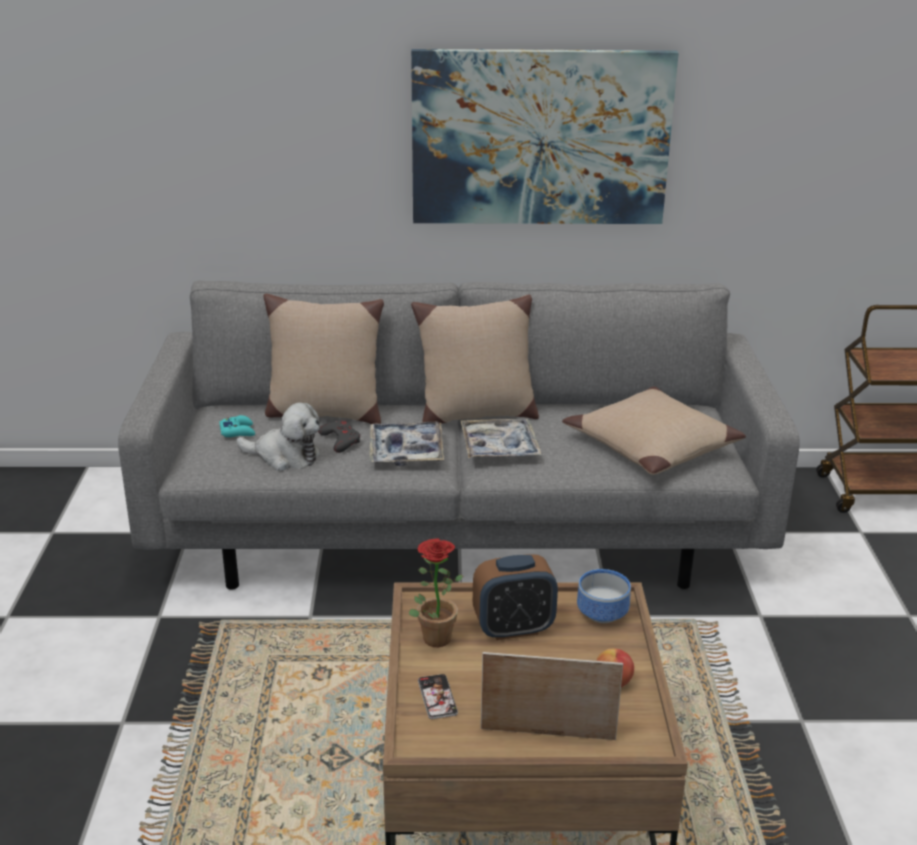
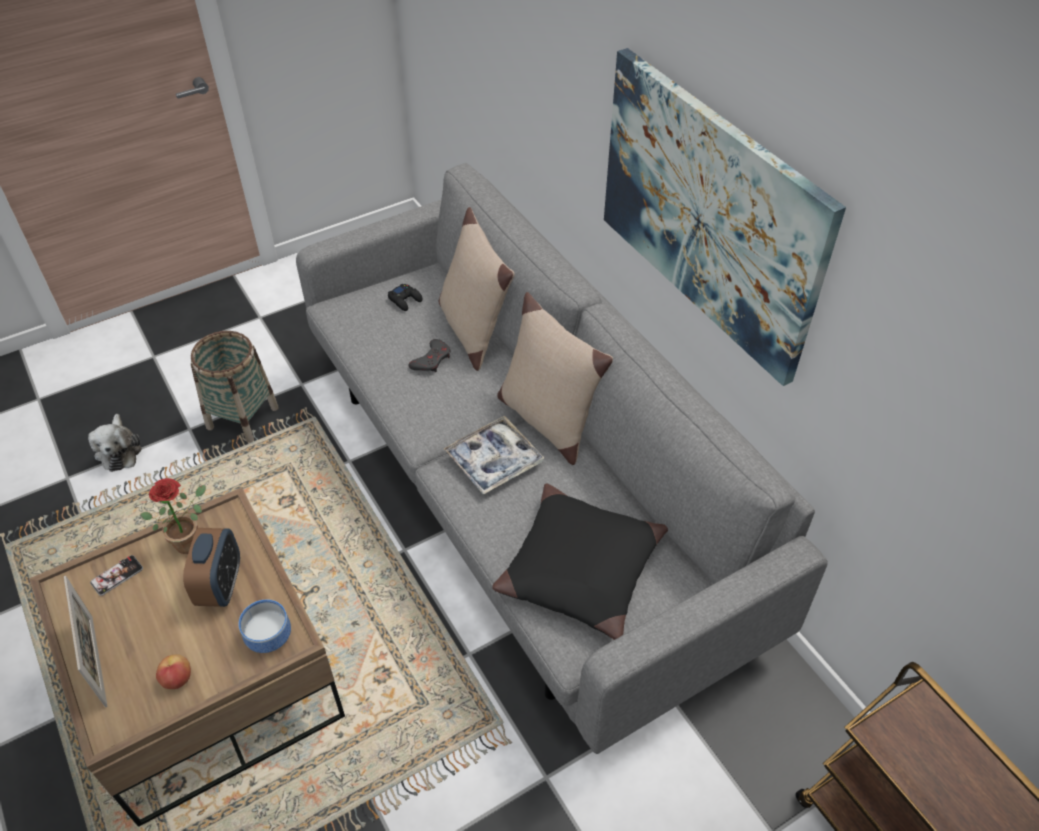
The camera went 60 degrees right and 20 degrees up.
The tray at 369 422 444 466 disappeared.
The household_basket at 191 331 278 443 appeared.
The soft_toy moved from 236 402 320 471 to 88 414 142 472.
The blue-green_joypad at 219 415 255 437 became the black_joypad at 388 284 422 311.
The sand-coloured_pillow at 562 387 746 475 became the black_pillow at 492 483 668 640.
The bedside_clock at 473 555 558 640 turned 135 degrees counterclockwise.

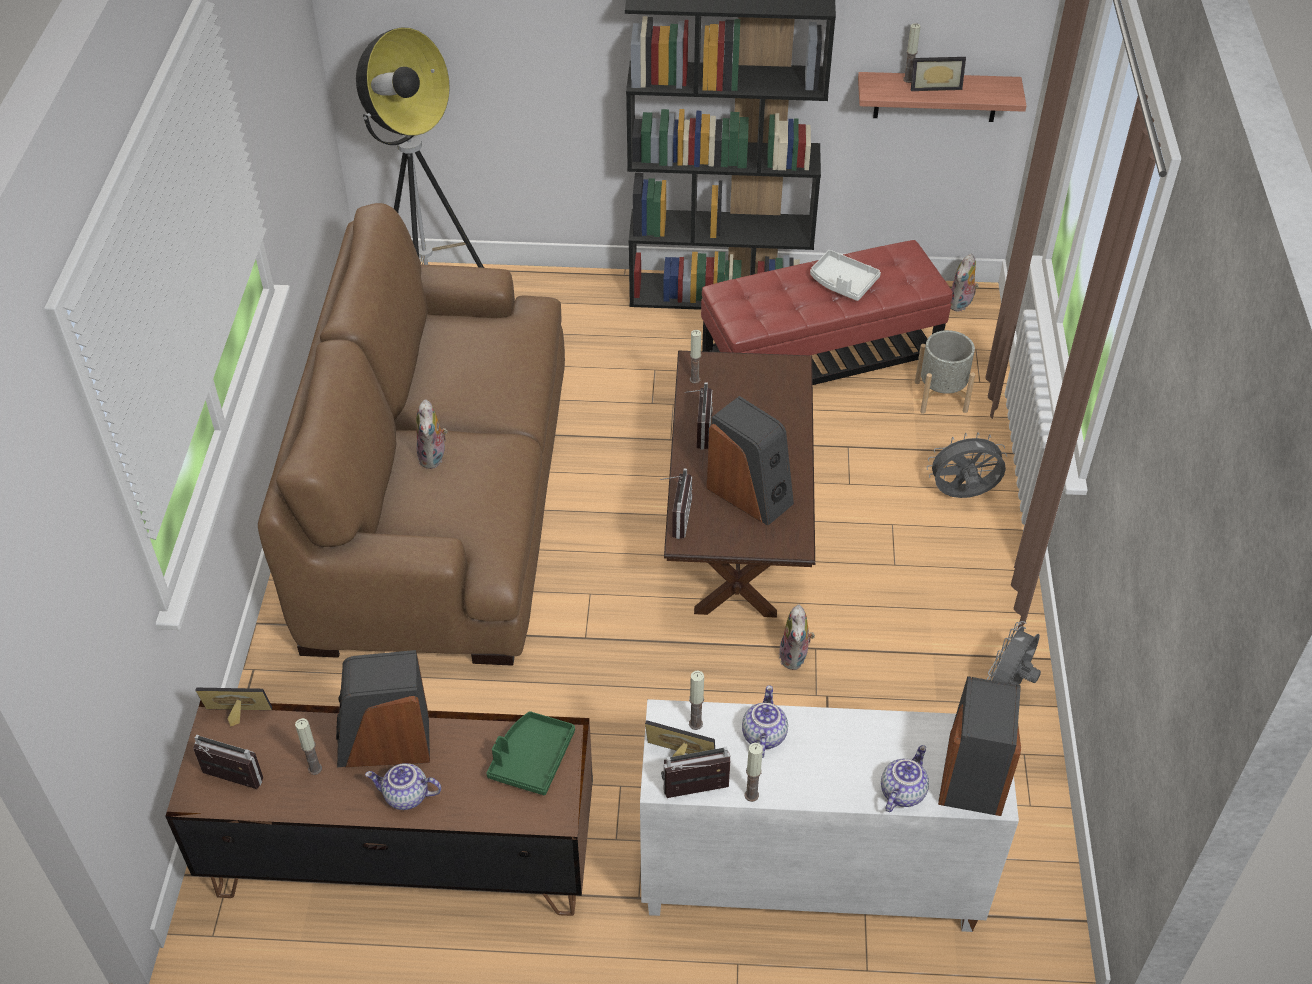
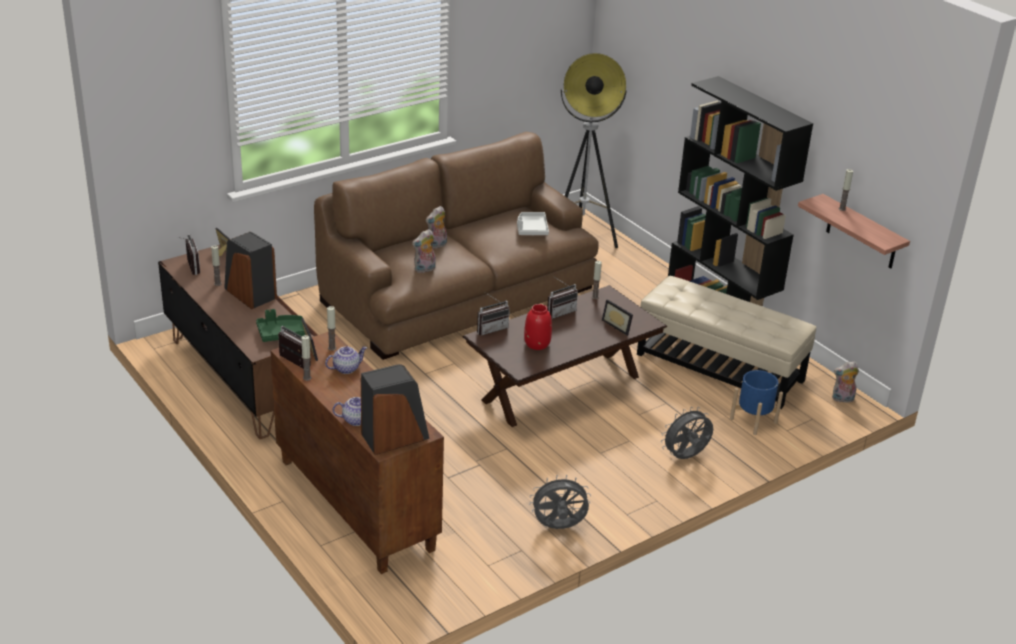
The camera went 50 degrees right and 15 degrees down.
The tea_pot at 365 763 441 810 disappeared.
The soft_toy moved from 779 605 815 670 to 412 229 436 273.
The white-coloured_tray moved from 810 250 881 301 to 517 212 549 235.
The photo_frame moved from 911 57 966 91 to 602 299 633 336.
The audio_speaker at 706 396 794 526 was replaced by the red-coloured_flower_vase at 524 304 552 350.
The white-coloured_cabinet at 640 699 1019 932 became the brown_cabinet at 270 332 444 574.
The red-coloured_pouffe at 701 240 953 385 became the sand-coloured_pouffe at 637 276 817 409.
The greyish_flower_pot at 915 330 975 414 became the blue-coloured_flower_pot at 730 370 783 435.
The greyish_fan at 926 432 1007 498 turned 75 degrees counterclockwise.

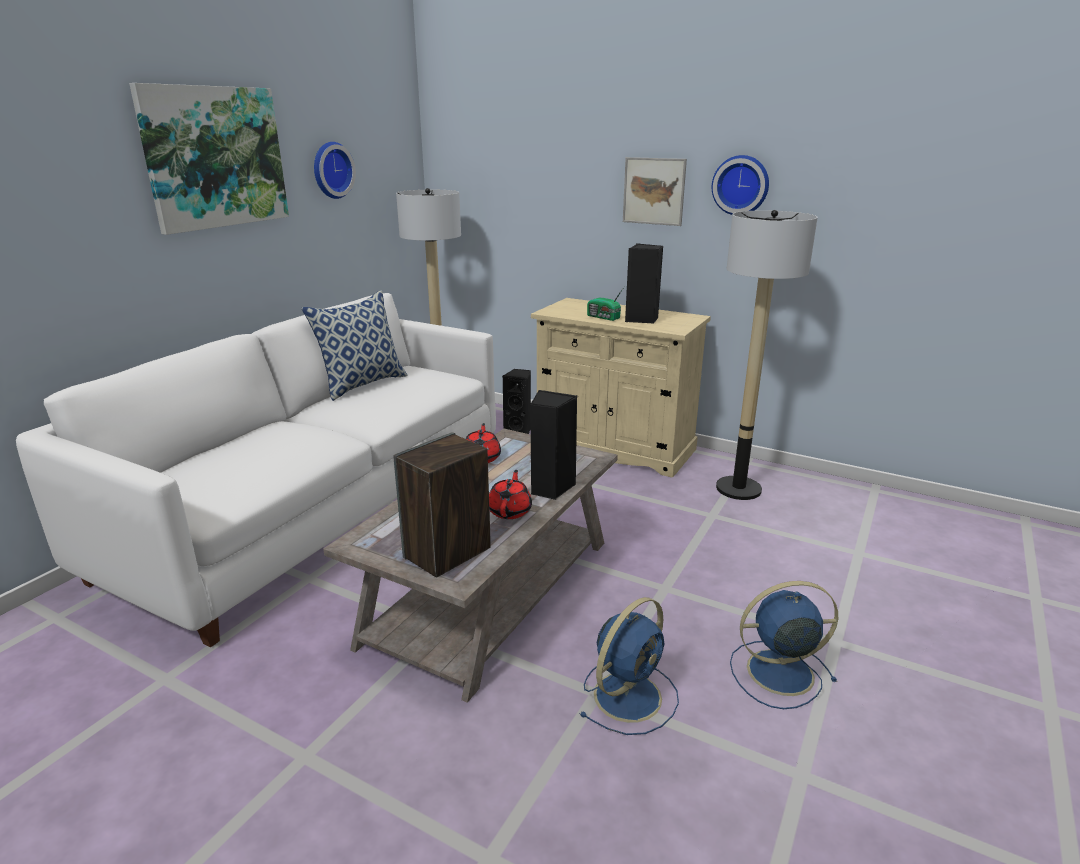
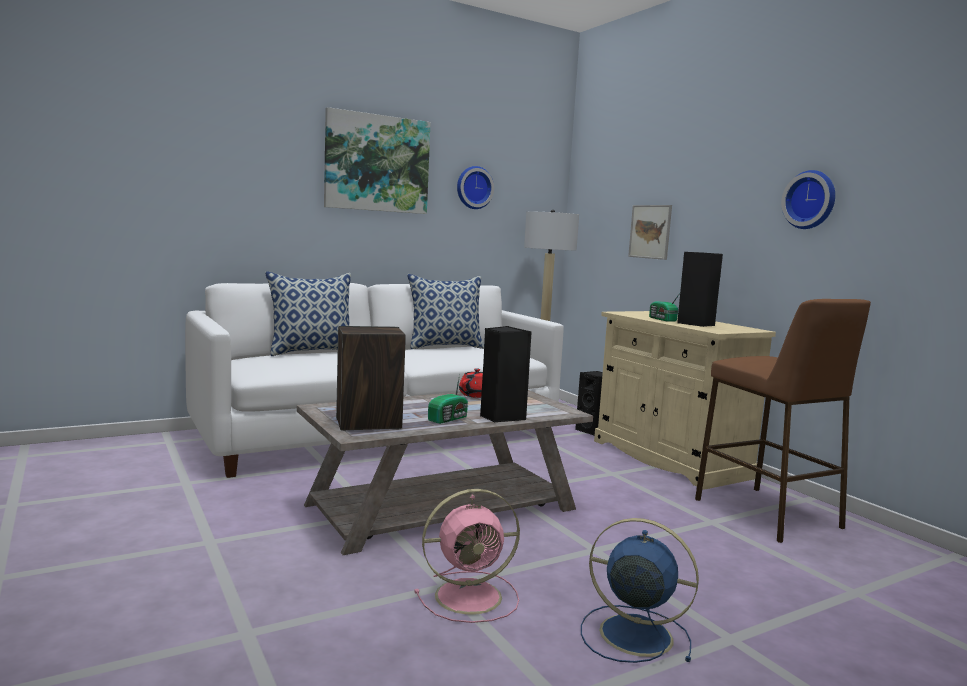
The camera went 30 degrees right and 15 degrees down.
The pillow at 265 271 351 356 appeared.
The picture moved from 623 157 687 226 to 628 205 672 260.
The red-coloured_tea_pot at 489 470 532 519 was replaced by the radio_receiver at 428 373 468 424.
The standing_lamp at 716 210 818 500 was replaced by the brown_stool_seat at 695 299 871 543.
The blue-coloured_fan at 579 597 679 735 became the pinkish_fan at 414 489 520 623.

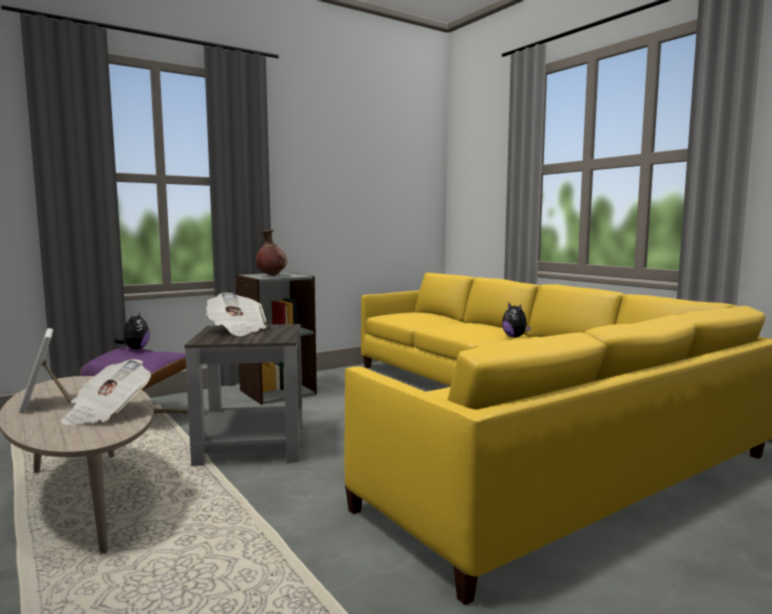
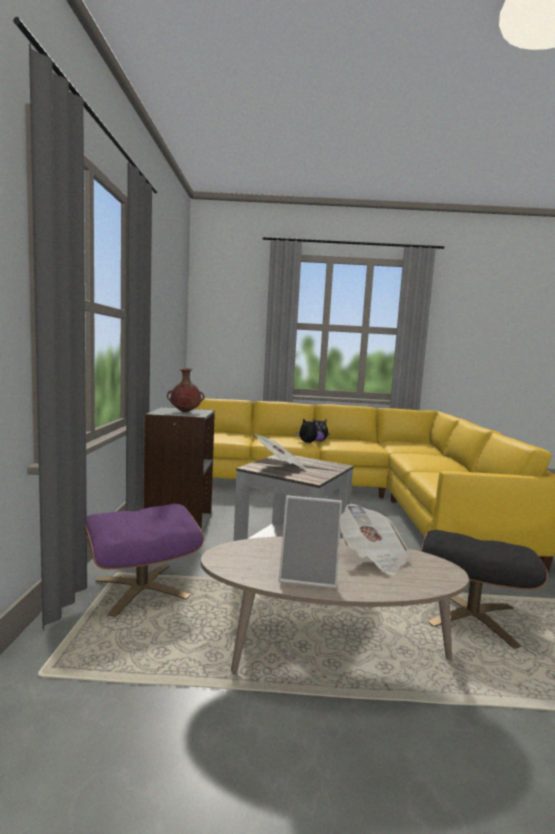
The camera went 55 degrees left and 0 degrees up.
The black_pouffe at 421 530 548 649 appeared.
The soft_toy moved from 114 313 150 349 to 296 418 318 443.

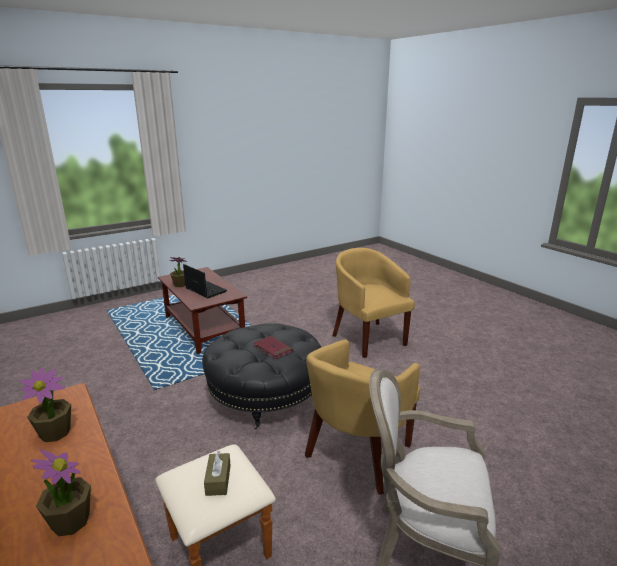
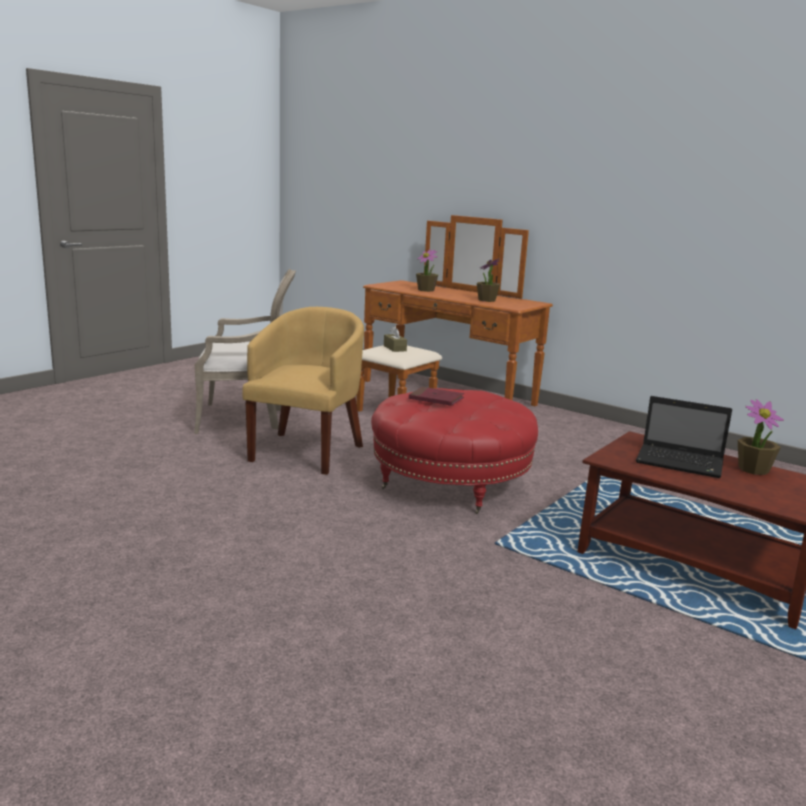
The camera went 160 degrees right and 5 degrees down.
The yellowish_lounge_chair at 333 248 415 358 disappeared.
The black_pouffe at 202 323 321 430 became the red-coloured_pouffe at 371 388 538 514.

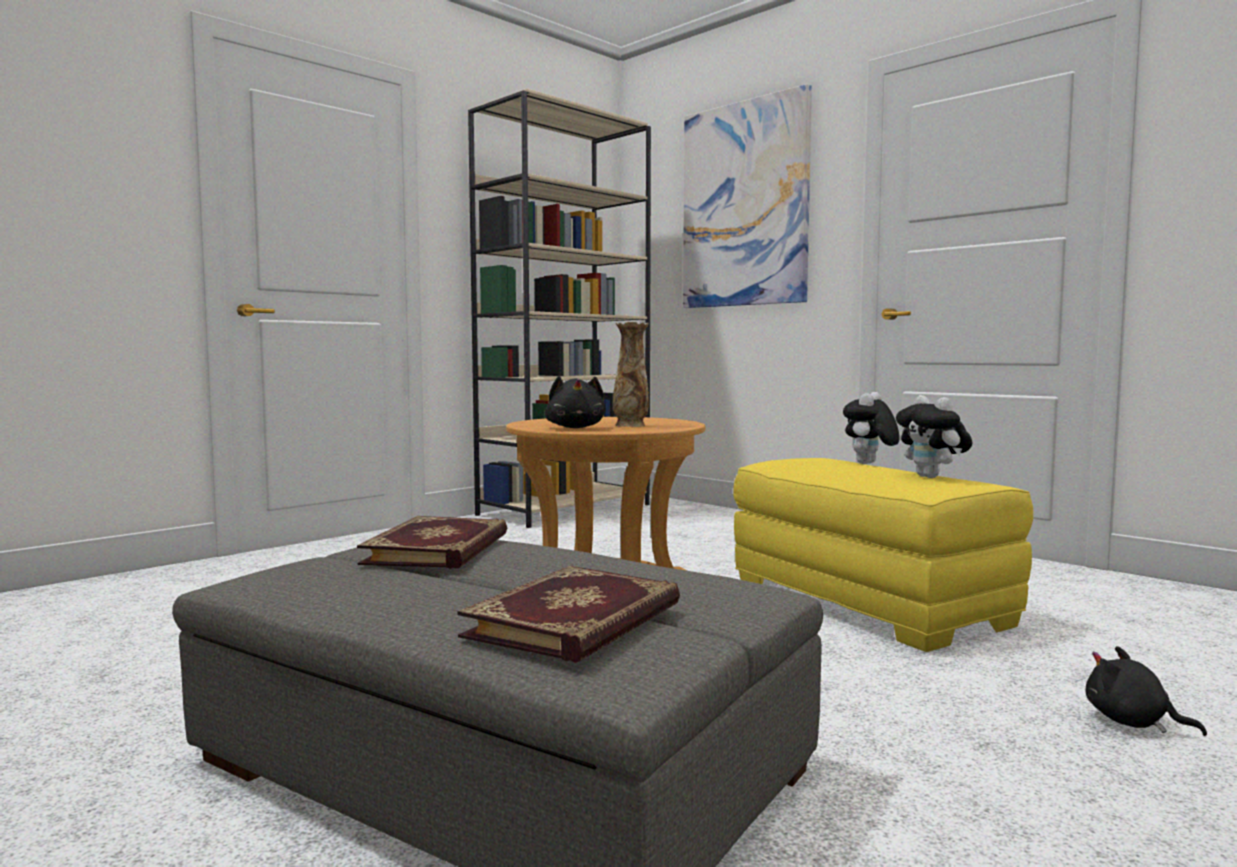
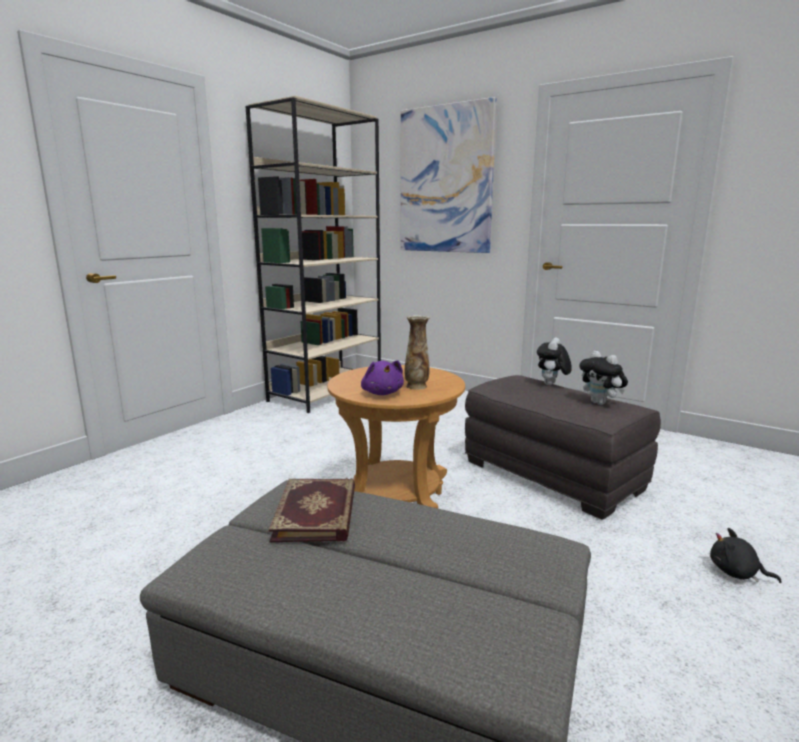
The camera went 10 degrees left and 10 degrees up.
The volume at 457 566 680 663 disappeared.
The black_soft_toy at 545 376 606 428 became the purplish_soft_toy at 361 360 404 395.
The yellowish_pouffe at 733 458 1033 652 became the greyish_pouffe at 465 375 661 520.

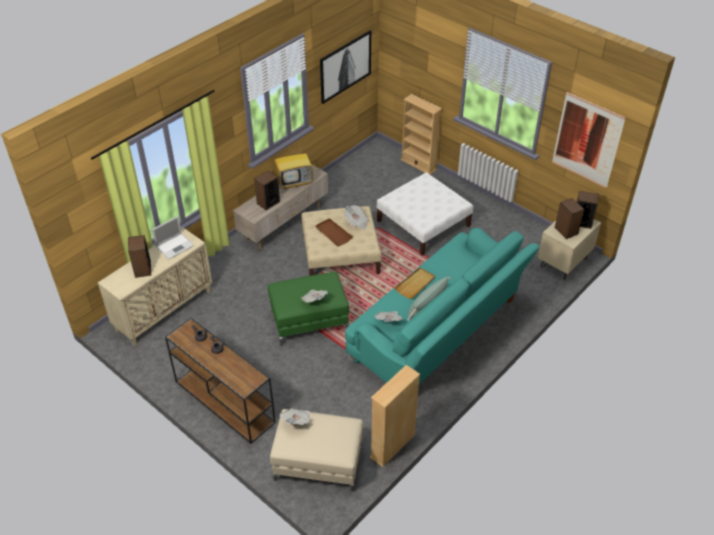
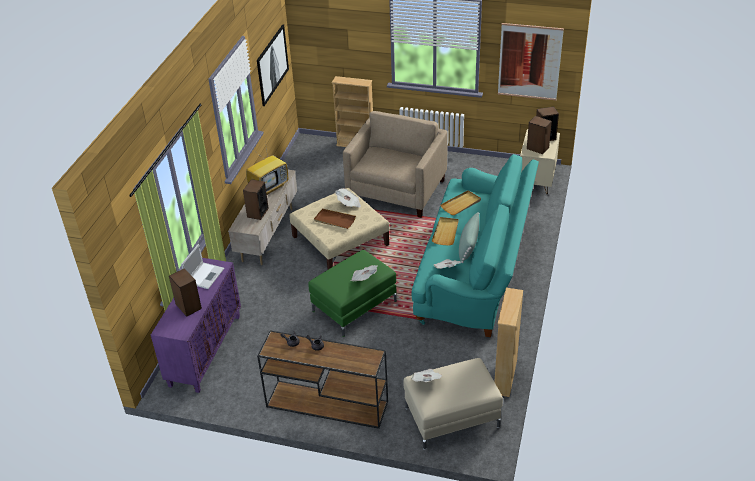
The camera went 25 degrees left and 5 degrees down.
The sand-coloured_tray at 440 190 481 215 appeared.
The white-coloured_pouffe at 377 172 473 256 was replaced by the sand-coloured_lounge_chair at 343 111 448 218.
The sand-coloured_cabinet at 98 227 212 346 became the purplish_cabinet at 151 258 241 393.

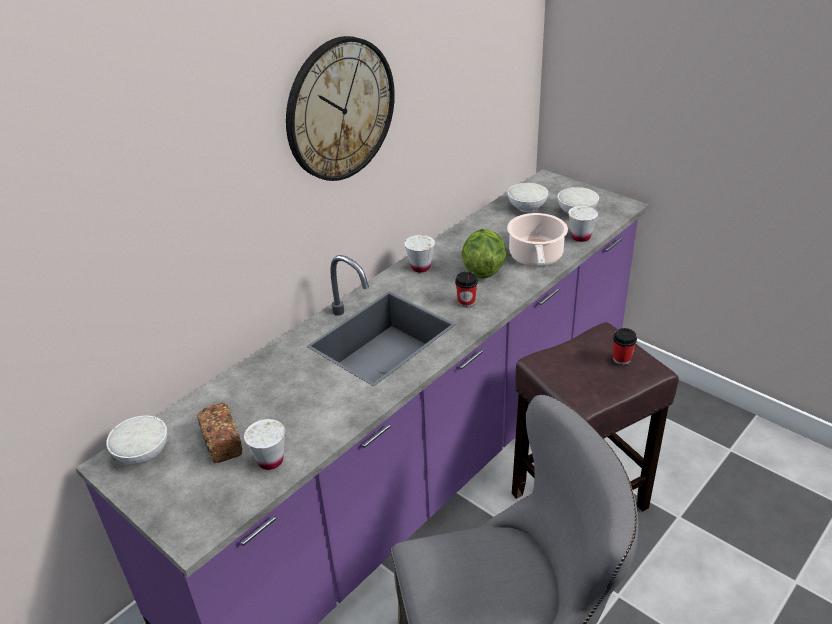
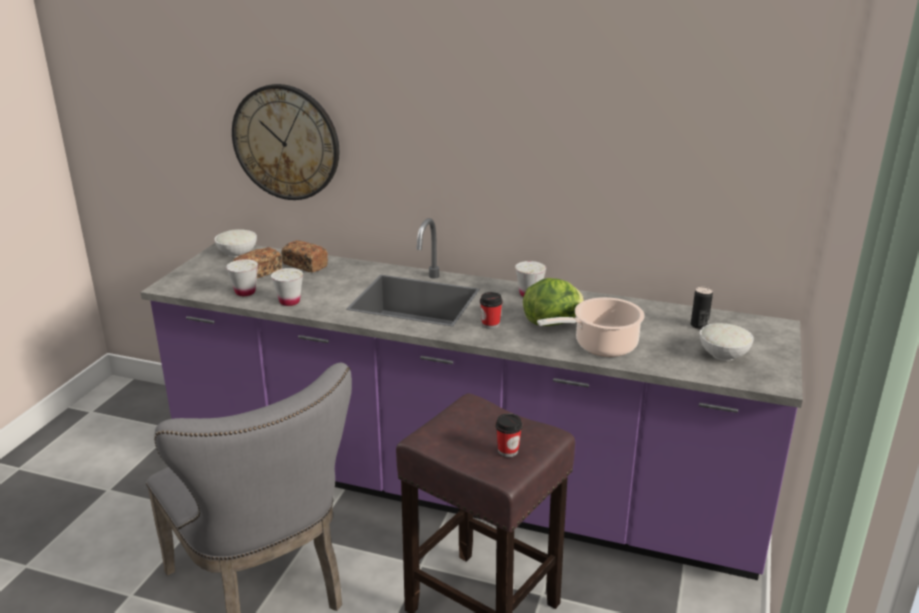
The camera went 65 degrees right and 10 degrees down.
The bakery_bread at 281 240 328 273 appeared.
The wall_clock moved from 286 36 395 181 to 232 84 340 200.
The white-coloured_drinking_cup moved from 568 206 598 242 to 271 268 303 306.
The white-coloured_bowl at 508 183 548 212 was replaced by the metal_can at 691 287 713 329.

